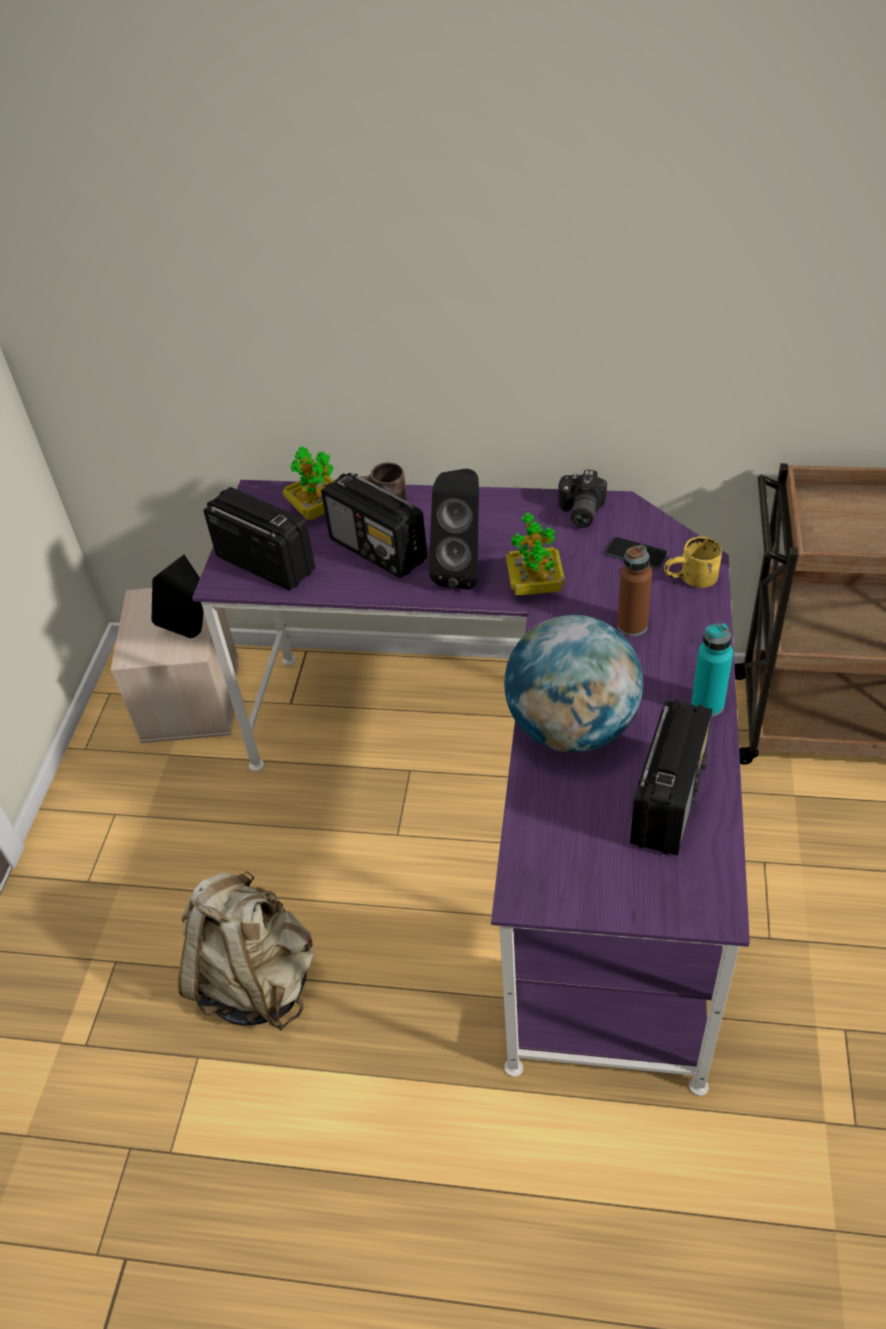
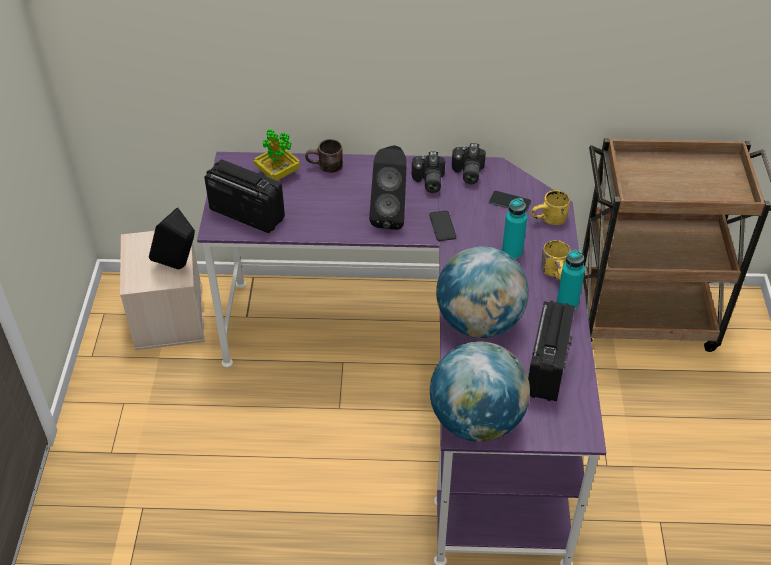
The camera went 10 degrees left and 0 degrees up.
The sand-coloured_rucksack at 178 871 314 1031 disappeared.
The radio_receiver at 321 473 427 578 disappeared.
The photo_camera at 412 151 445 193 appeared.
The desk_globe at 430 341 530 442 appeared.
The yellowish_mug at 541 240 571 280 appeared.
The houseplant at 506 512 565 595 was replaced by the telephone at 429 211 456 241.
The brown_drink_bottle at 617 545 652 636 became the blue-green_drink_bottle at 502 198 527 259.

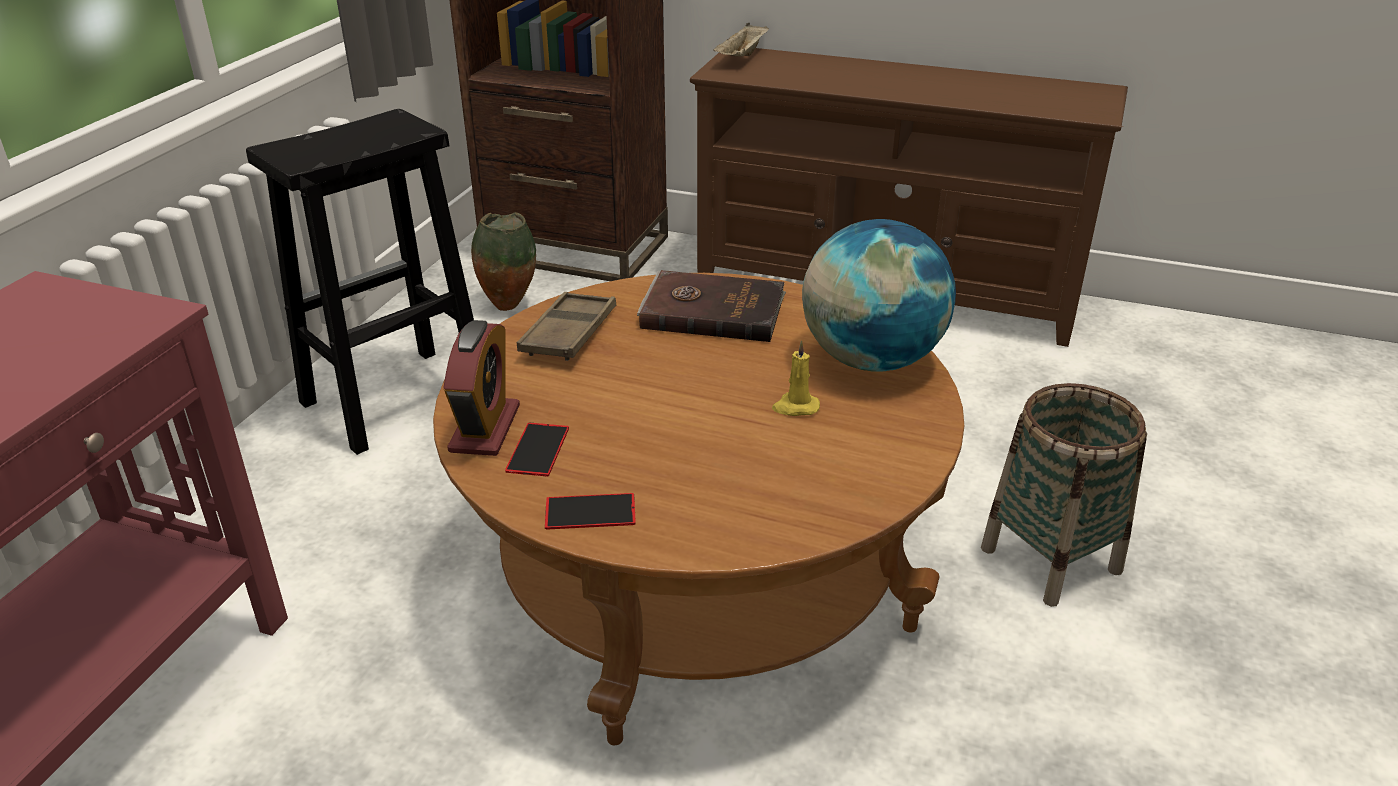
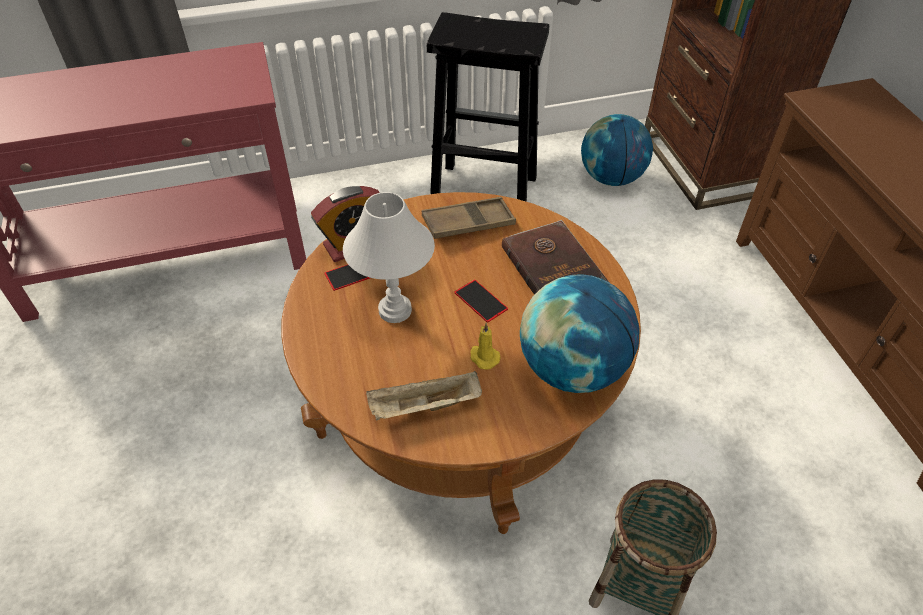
The camera went 55 degrees right and 15 degrees up.
The white-coloured_table_lamp at 343 192 435 323 appeared.
The telephone moved from 545 493 636 529 to 454 280 508 323.
The sand-coloured_tray moved from 713 23 769 57 to 366 371 482 420.
The flower_vase at 471 212 536 311 was replaced by the desk_globe at 581 114 653 186.

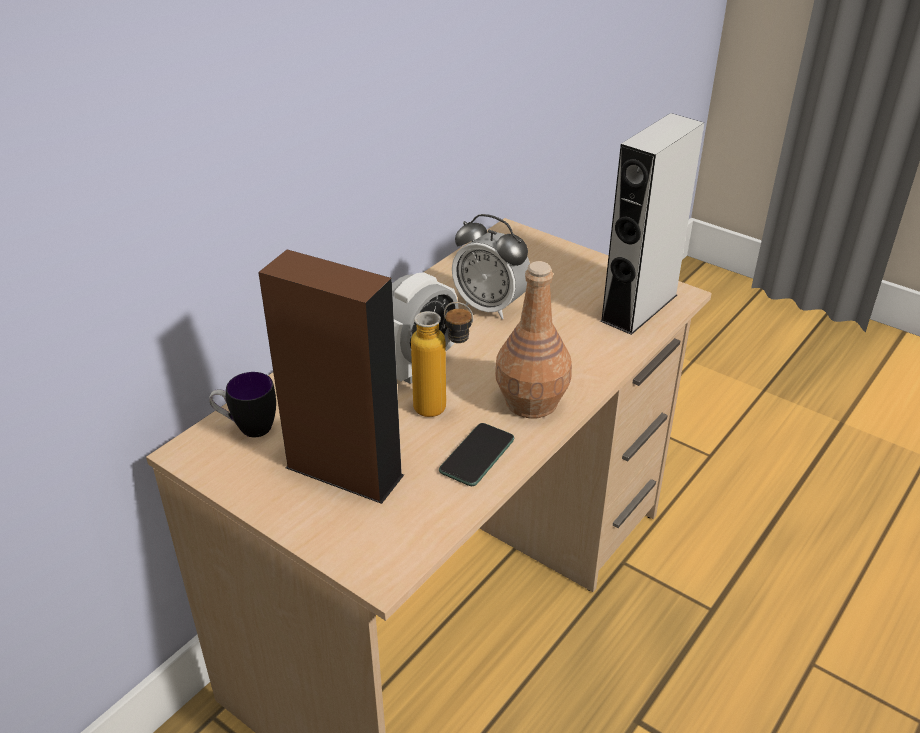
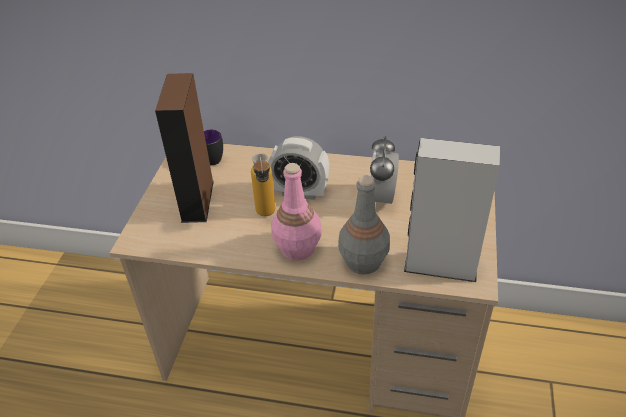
The camera went 65 degrees right and 5 degrees up.
The telephone at 439 423 514 486 disappeared.
The greyish_drink_bottle at 338 175 390 274 appeared.
The brown_drink_bottle at 495 261 572 418 became the pinkish_drink_bottle at 271 163 322 261.

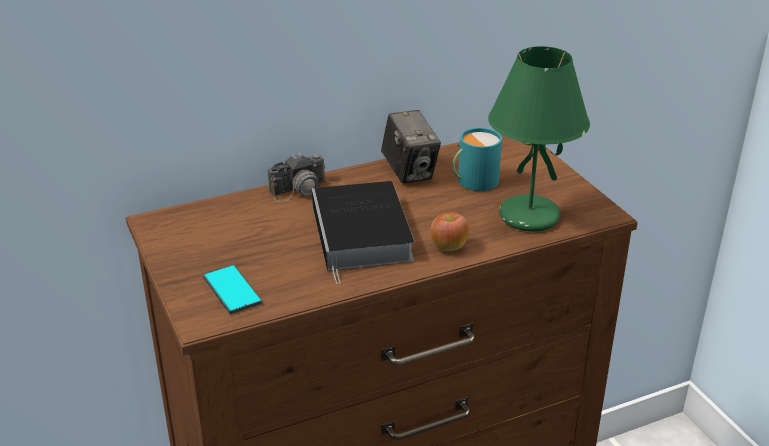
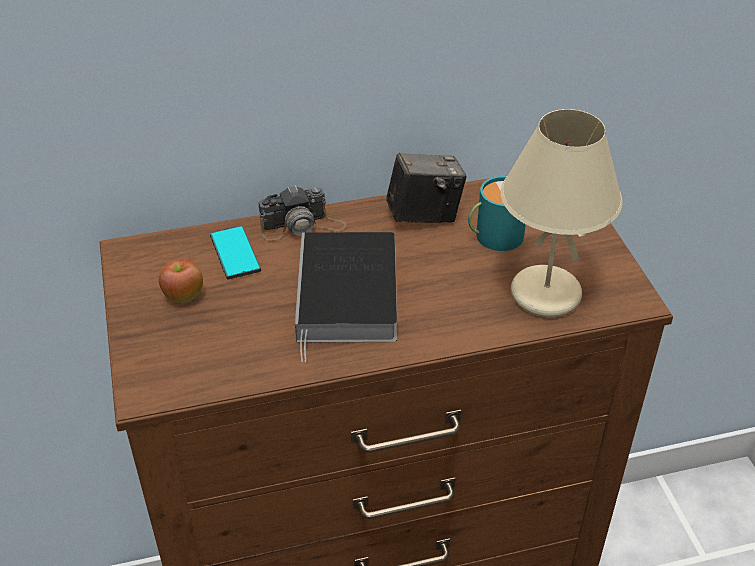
The camera went 10 degrees right and 10 degrees up.
The telephone moved from 203 264 262 314 to 210 225 261 279.
The whole_apple moved from 430 212 469 251 to 159 259 203 303.
The greenish_table_lamp at 488 46 590 232 became the sand-coloured_table_lamp at 501 109 623 317.
The photo_camera at 381 110 441 184 turned 90 degrees counterclockwise.

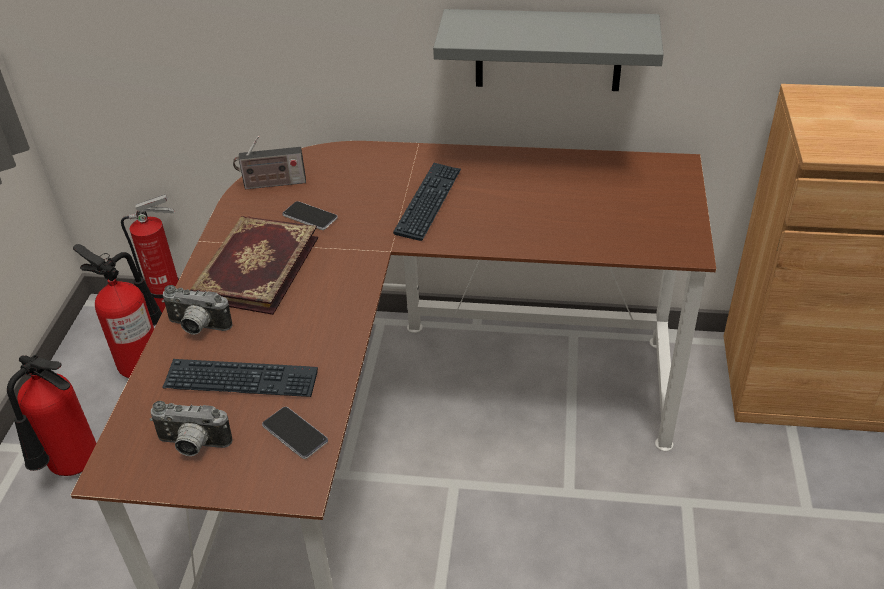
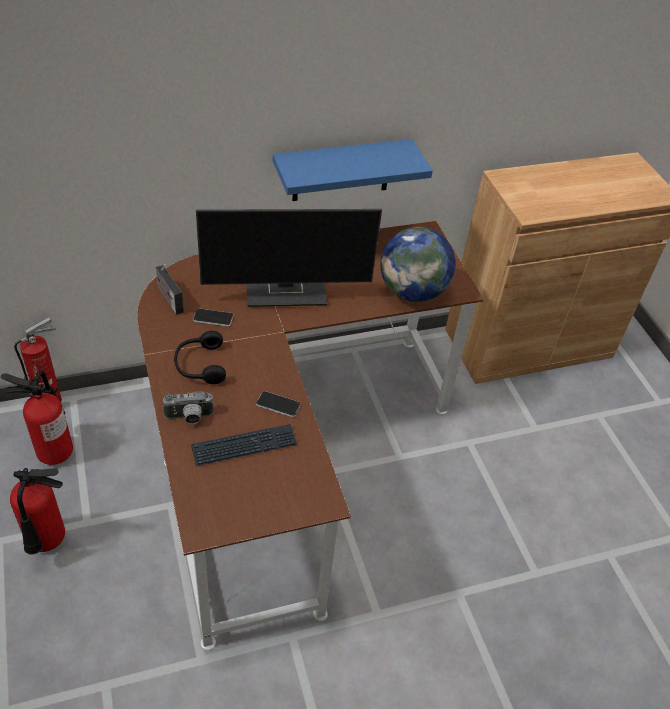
The camera went 30 degrees left and 5 degrees up.
The photo_camera at 150 401 233 456 disappeared.
The desk_globe at 381 227 455 302 appeared.
The telephone moved from 262 407 328 459 to 256 391 301 417.
The volume at 190 216 318 315 was replaced by the black_headphones at 174 331 226 384.
The PC_keyboard at 393 163 461 241 was replaced by the monitor at 196 209 382 307.
The greyish_wall_shelf at 433 9 664 91 became the blue-coloured_wall_shelf at 273 139 433 201.
The radio_receiver at 233 136 306 189 turned 90 degrees clockwise.

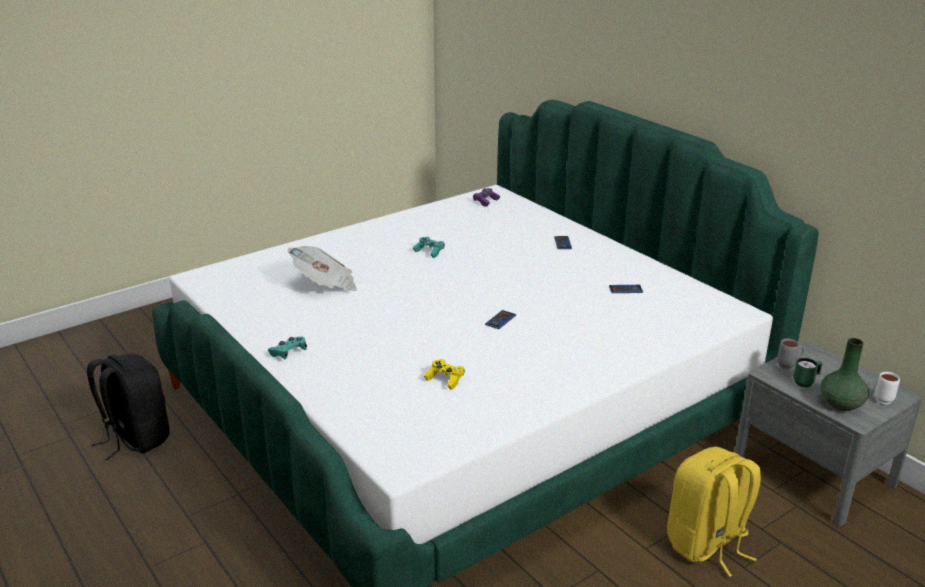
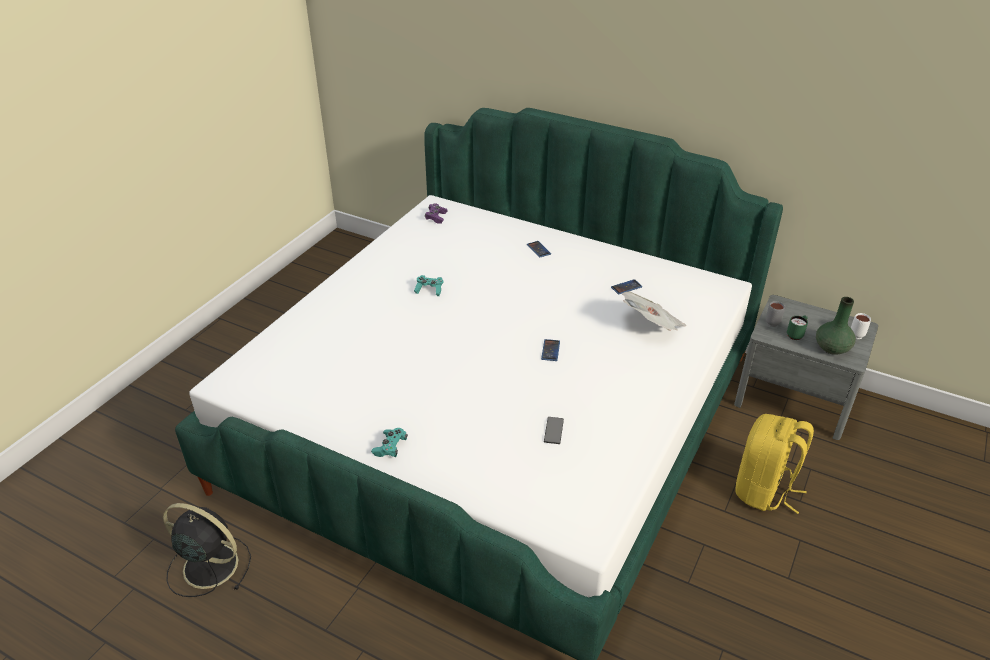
The camera went 25 degrees left and 10 degrees up.
The newspaper moved from 288 246 357 291 to 622 291 686 331.
The black_rucksack at 87 353 170 460 was replaced by the black_fan at 163 503 251 597.
The yellowish_joypad at 424 359 465 390 was replaced by the telephone at 544 417 564 444.

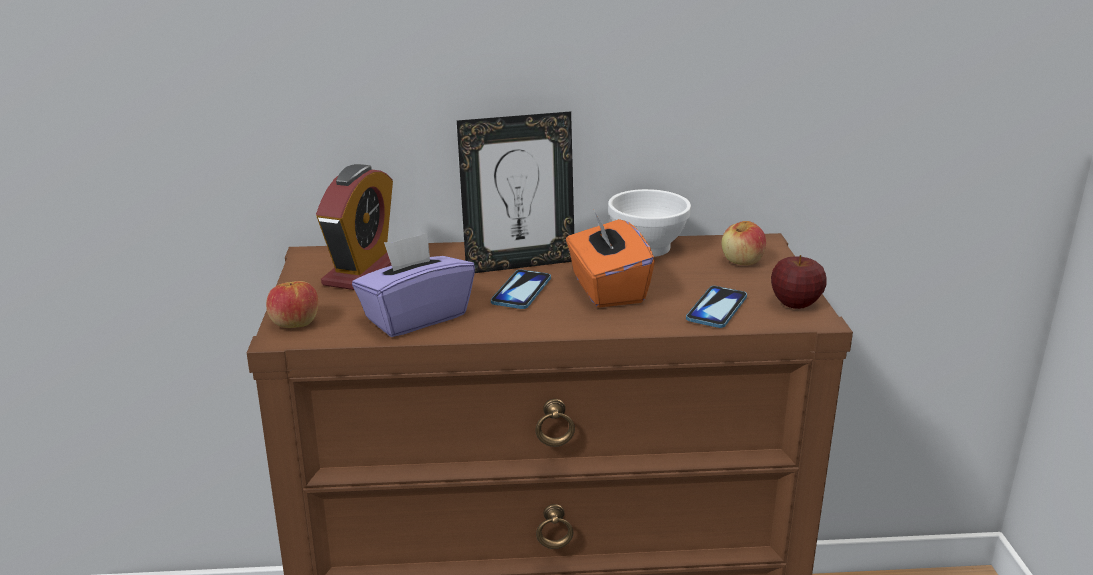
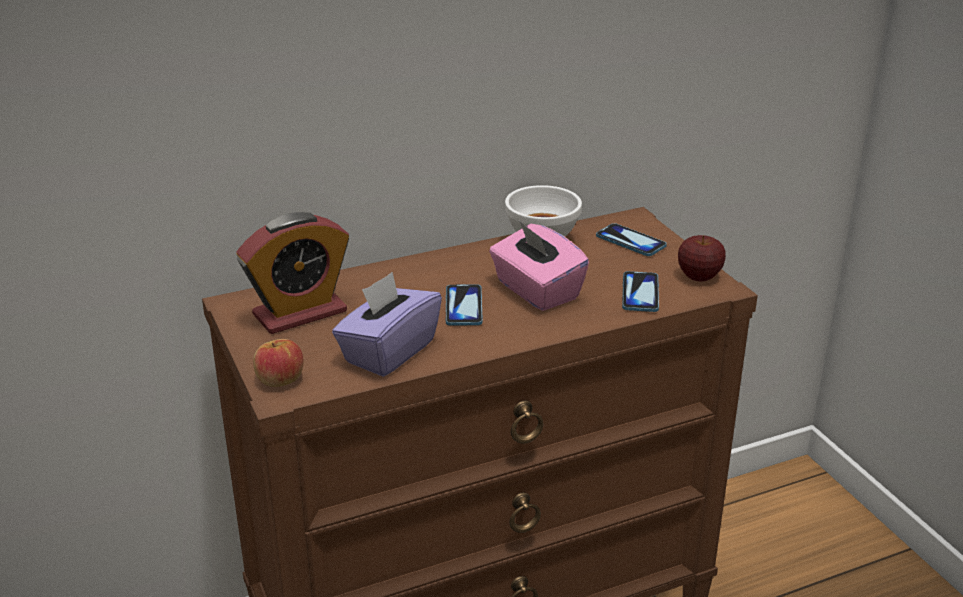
The camera went 20 degrees left and 5 degrees up.
The photo_frame at 457 111 574 273 disappeared.
The whole_apple at 721 221 766 265 was replaced by the telephone at 596 223 667 256.
The orange_tissue_box at 566 210 655 308 became the pinkish_tissue_box at 489 222 589 311.
The bedside_clock at 316 164 393 290 turned 60 degrees clockwise.

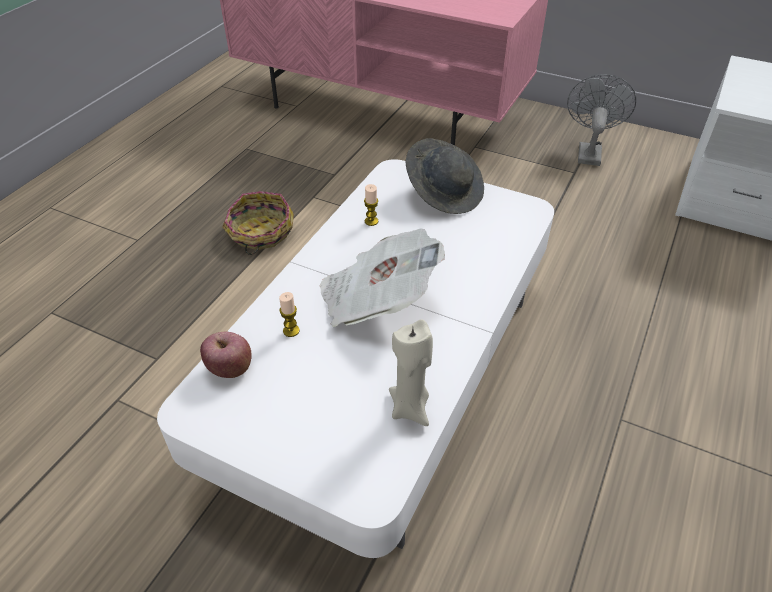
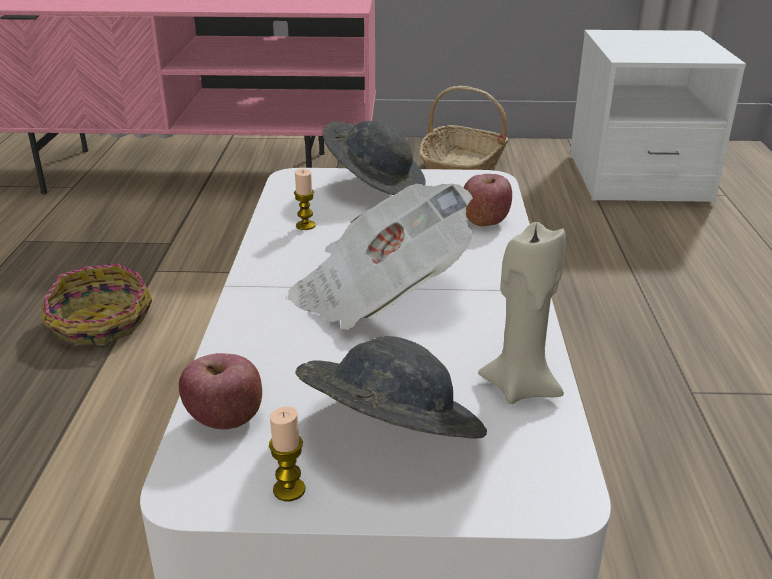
The camera went 25 degrees left and 15 degrees down.
The greyish_wearable_hat at 295 336 487 439 appeared.
The whole_apple at 464 174 512 226 appeared.
The candle moved from 279 292 300 337 to 269 406 306 501.
The greyish_fan at 567 74 636 166 was replaced by the household_basket at 419 86 508 170.

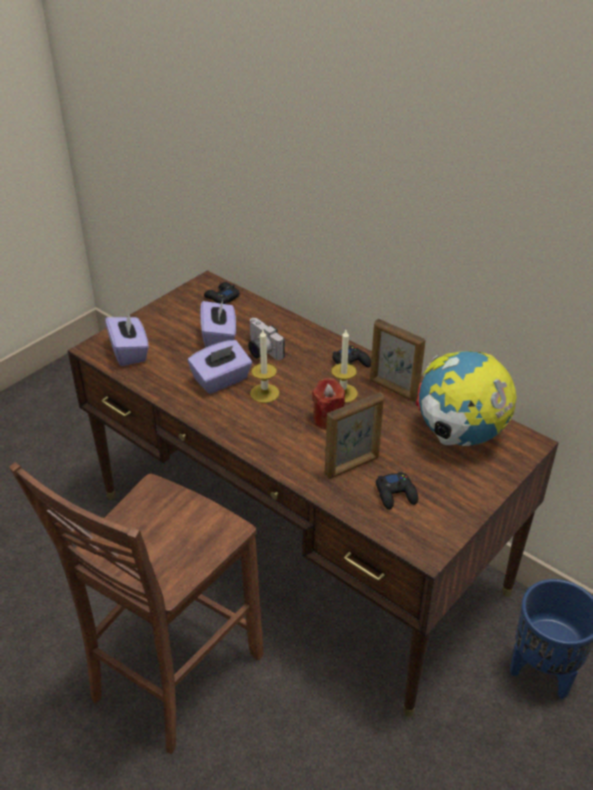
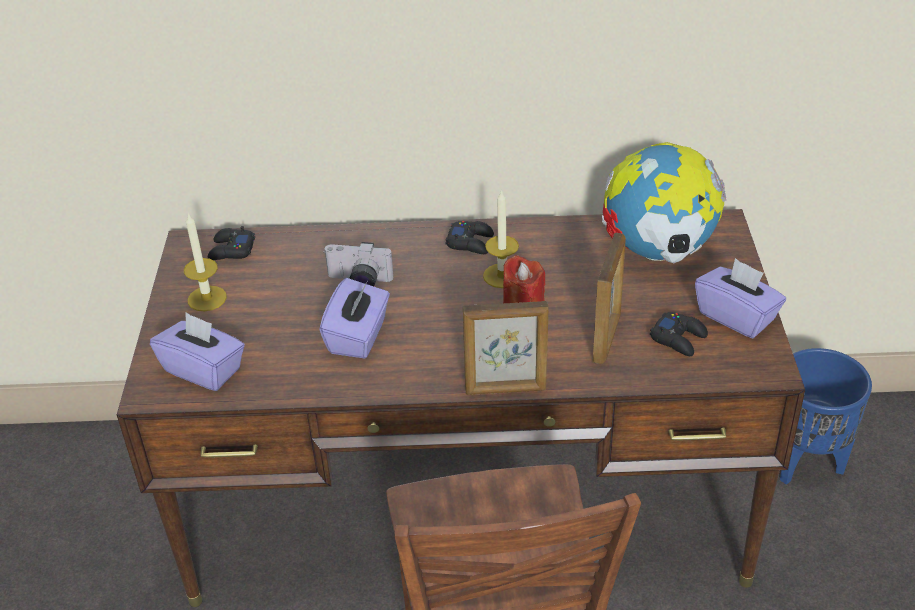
The camera went 40 degrees left and 0 degrees up.
The purplish_tissue_box moved from 200 300 236 348 to 695 258 786 338.
The candle moved from 250 330 280 403 to 184 213 227 311.
The photo_frame moved from 370 319 426 402 to 463 301 548 395.

